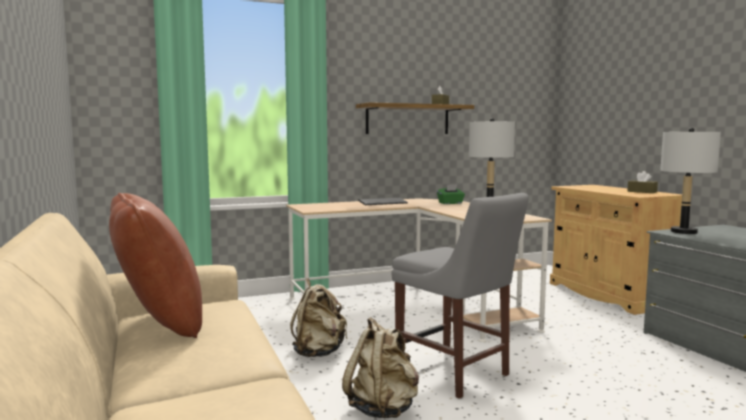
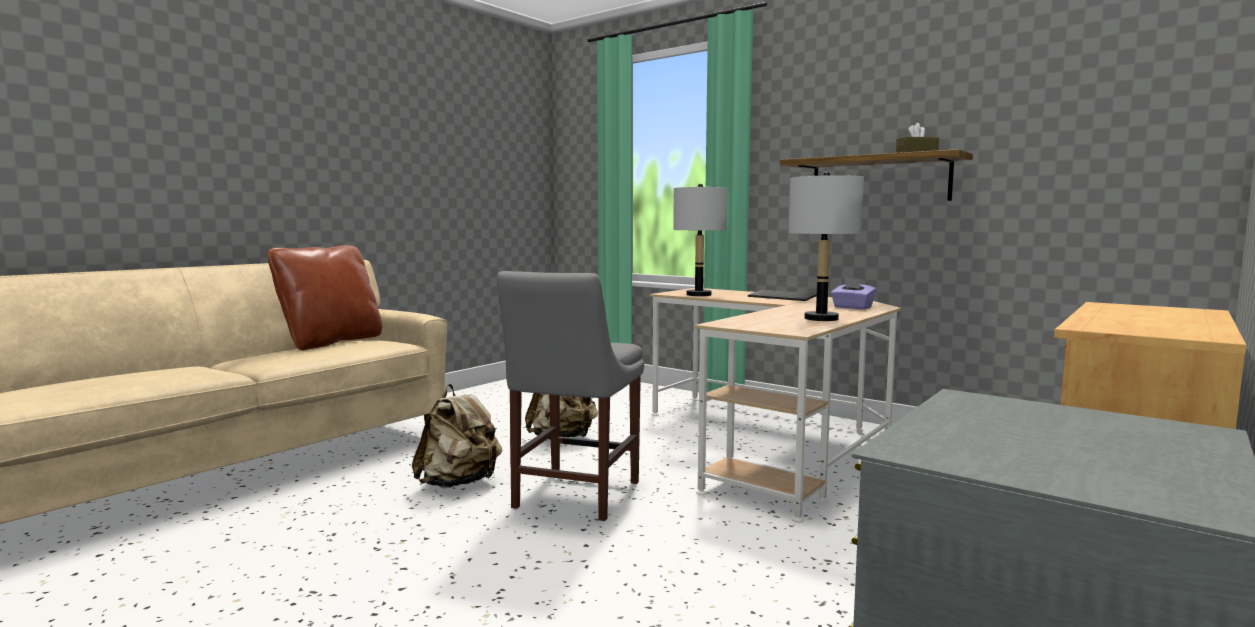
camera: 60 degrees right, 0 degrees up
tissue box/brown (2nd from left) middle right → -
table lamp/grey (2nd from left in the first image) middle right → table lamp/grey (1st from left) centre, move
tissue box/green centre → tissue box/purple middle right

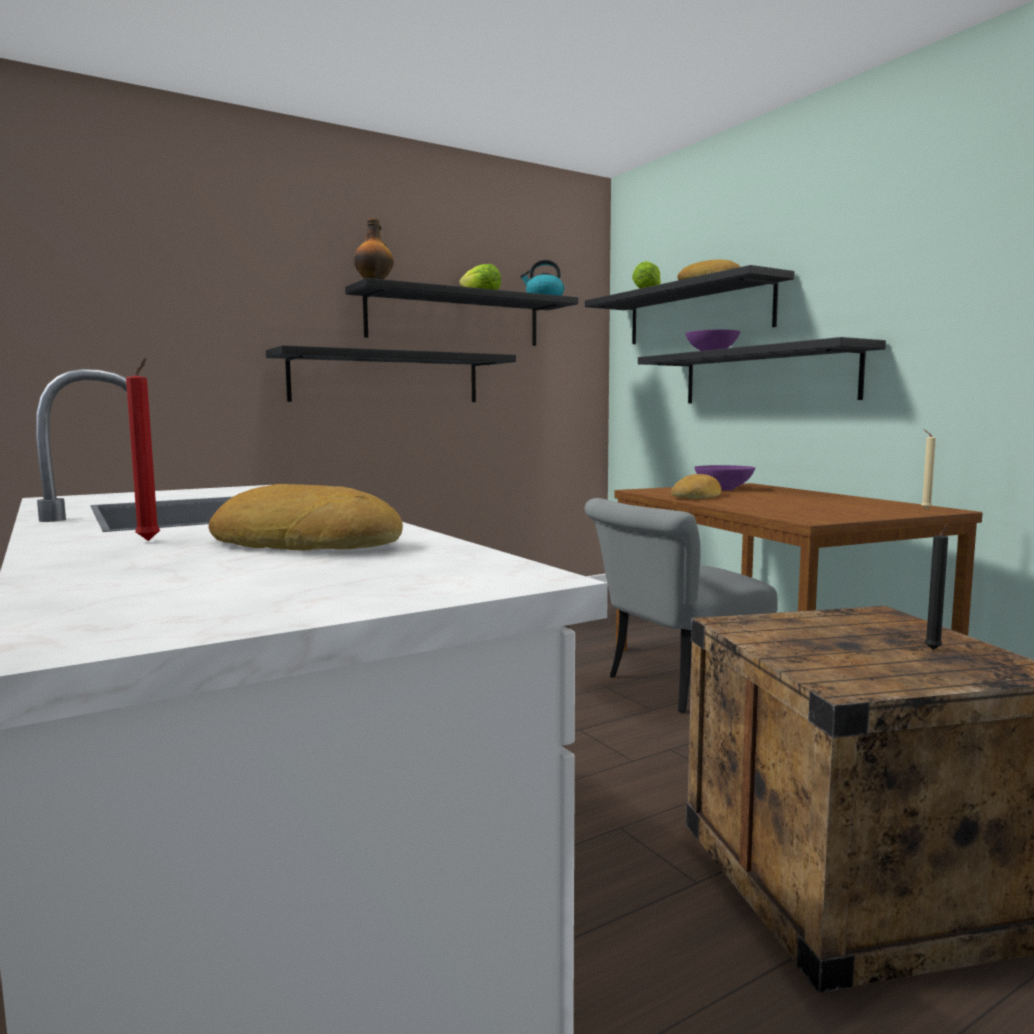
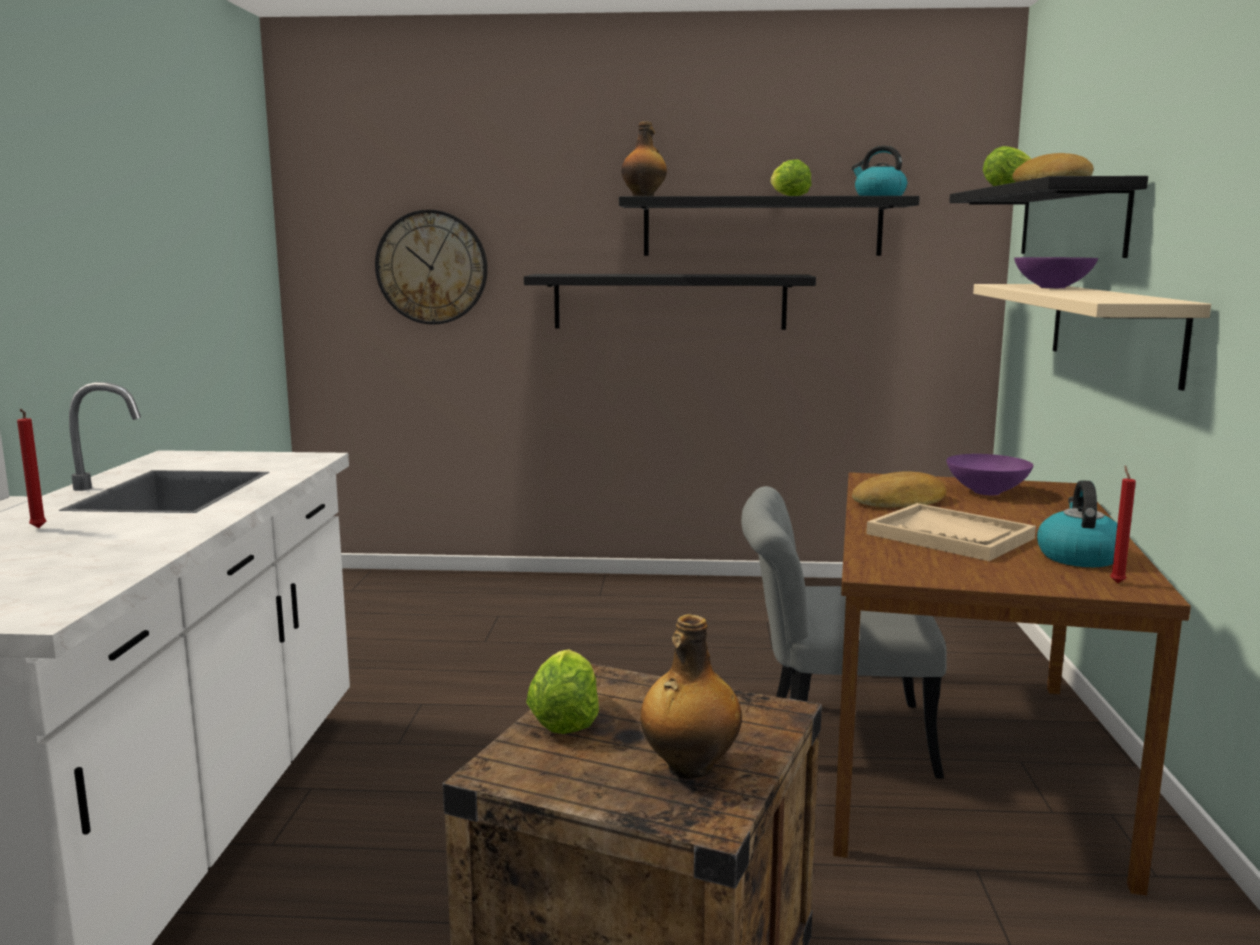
camera: 35 degrees right, 5 degrees up
bread (1st from left) middle left → -
- → wall clock top centre
- → lettuce (1st from left) bottom centre
- → tray/beige middle right
- → kettle (2nd from left) middle right
candle/black middle right → bottle (2nd from left) bottom centre
shelf/black (4th from left) middle right → shelf/beige middle right
candle/beige middle right → candle/red (2nd from left) middle right

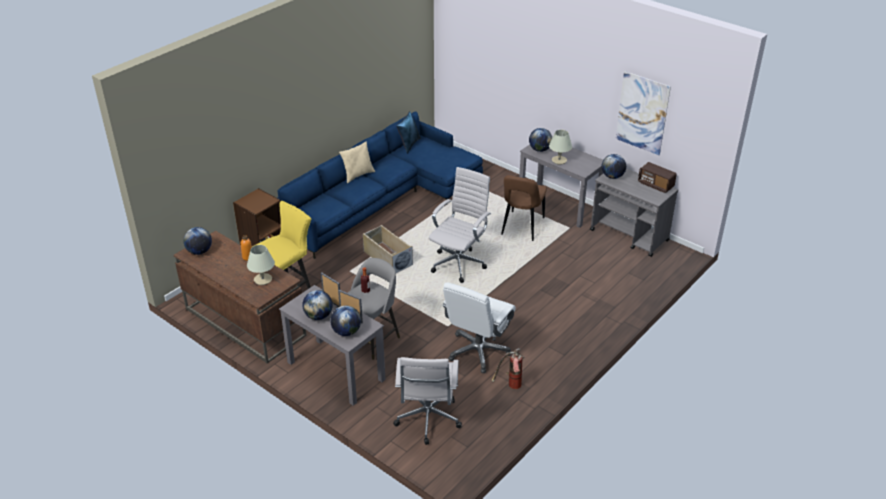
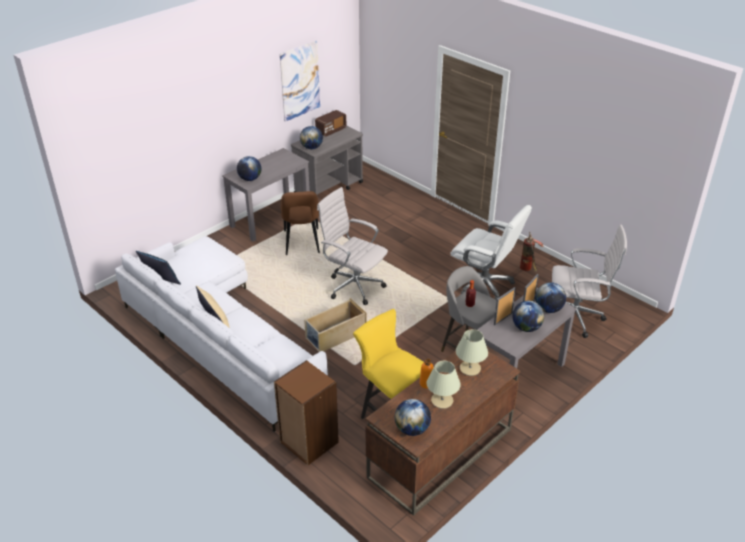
camera: 85 degrees left, 0 degrees up
table lamp/beige (2nd from left in the first image) top centre → table lamp/beige (1st from left) bottom centre, move
sofa/blue centre → sofa/white middle left
chair/brown centre, 60 degrees clockwise

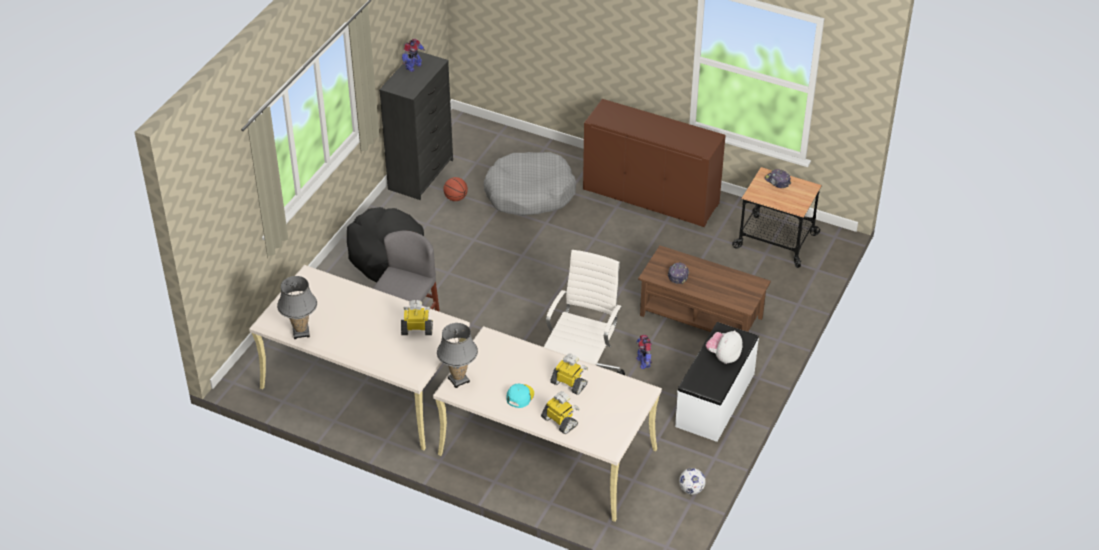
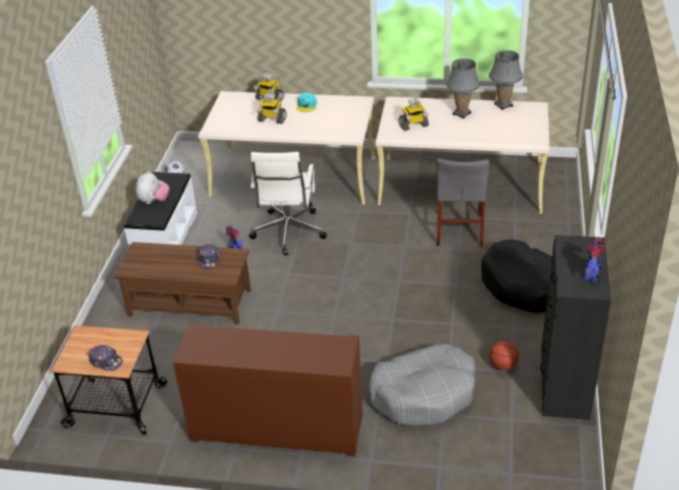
camera: 165 degrees right, 5 degrees down
table lamp/grey (2nd from left in the first image) centre → table lamp/grey (1st from left) top right, move

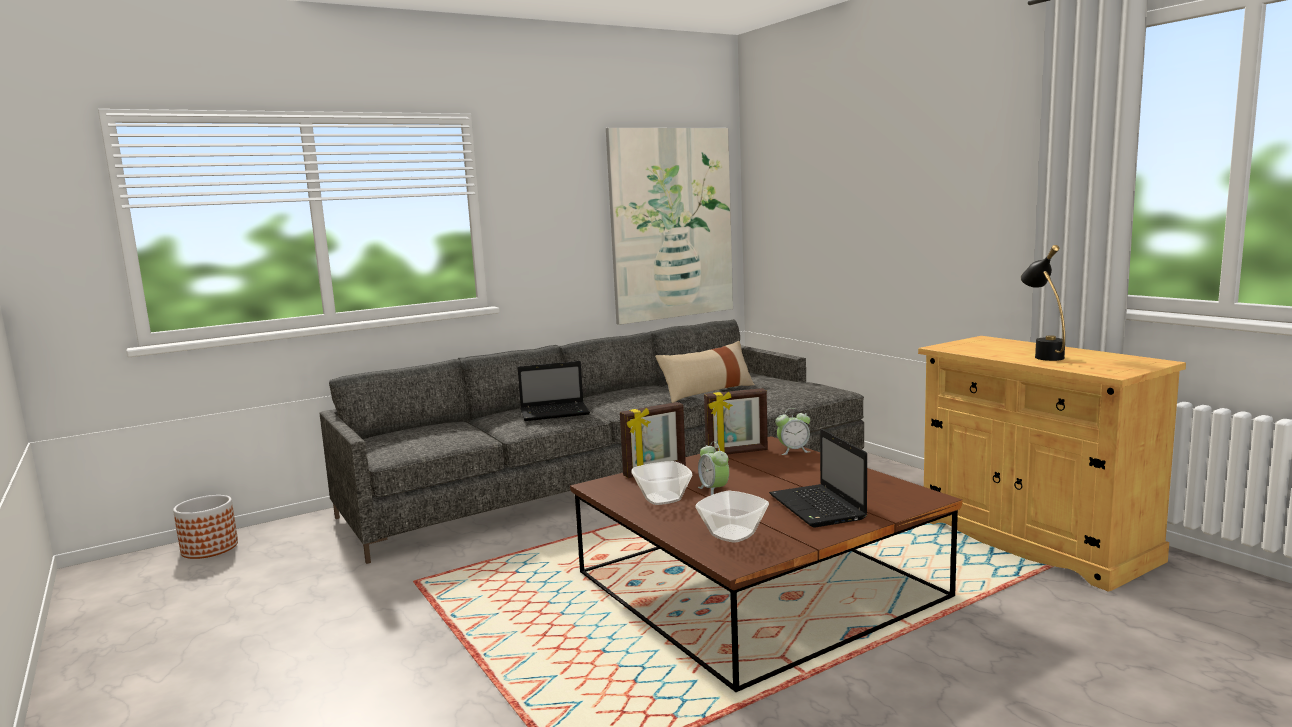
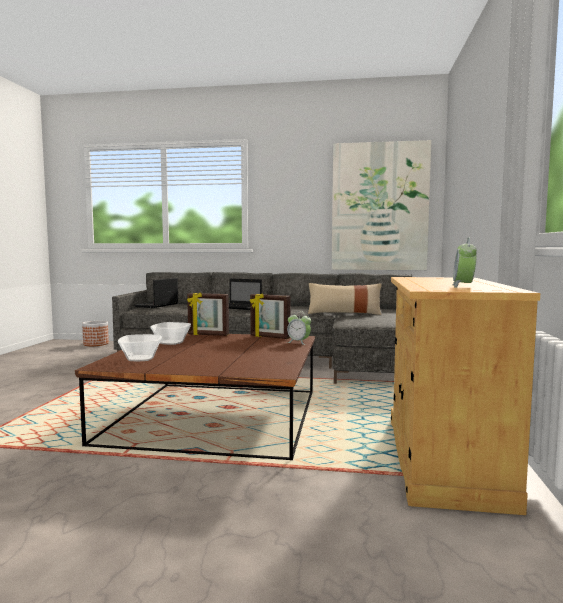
camera: 40 degrees right, 5 degrees down
table lamp/black middle right → -
alarm clock (1st from left in the first image) centre → alarm clock (2nd from left) middle right, move
laptop (2nd from left in the first image) centre → laptop (1st from left) middle left, move

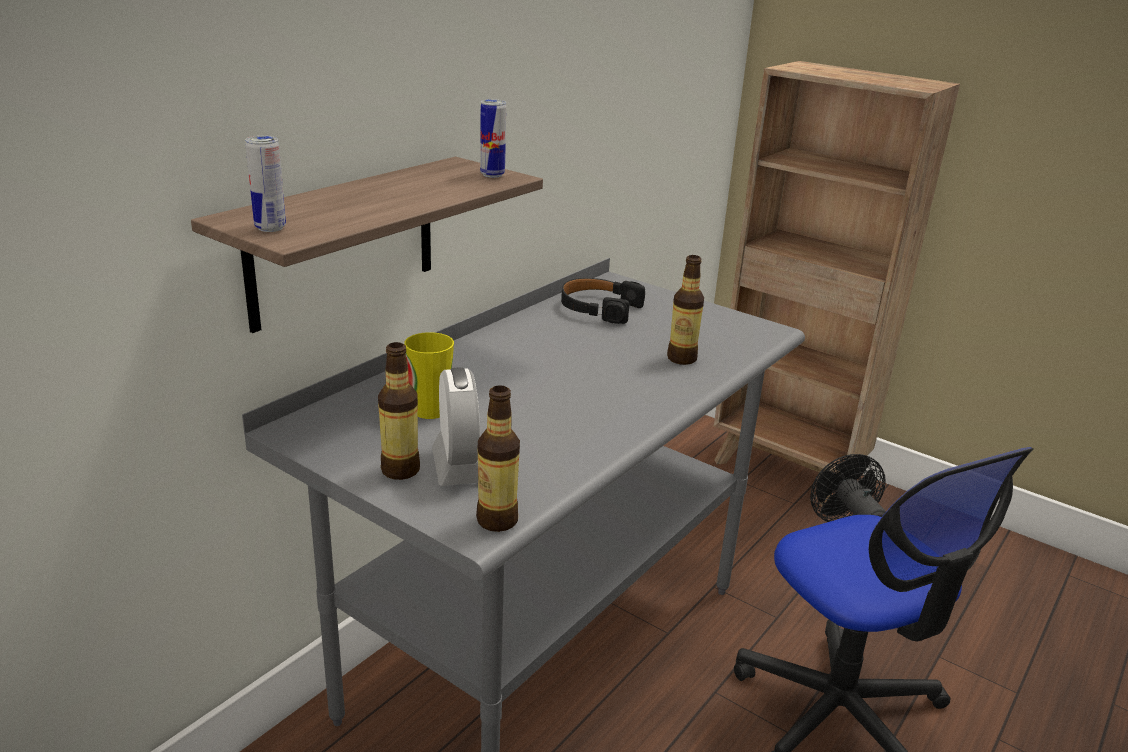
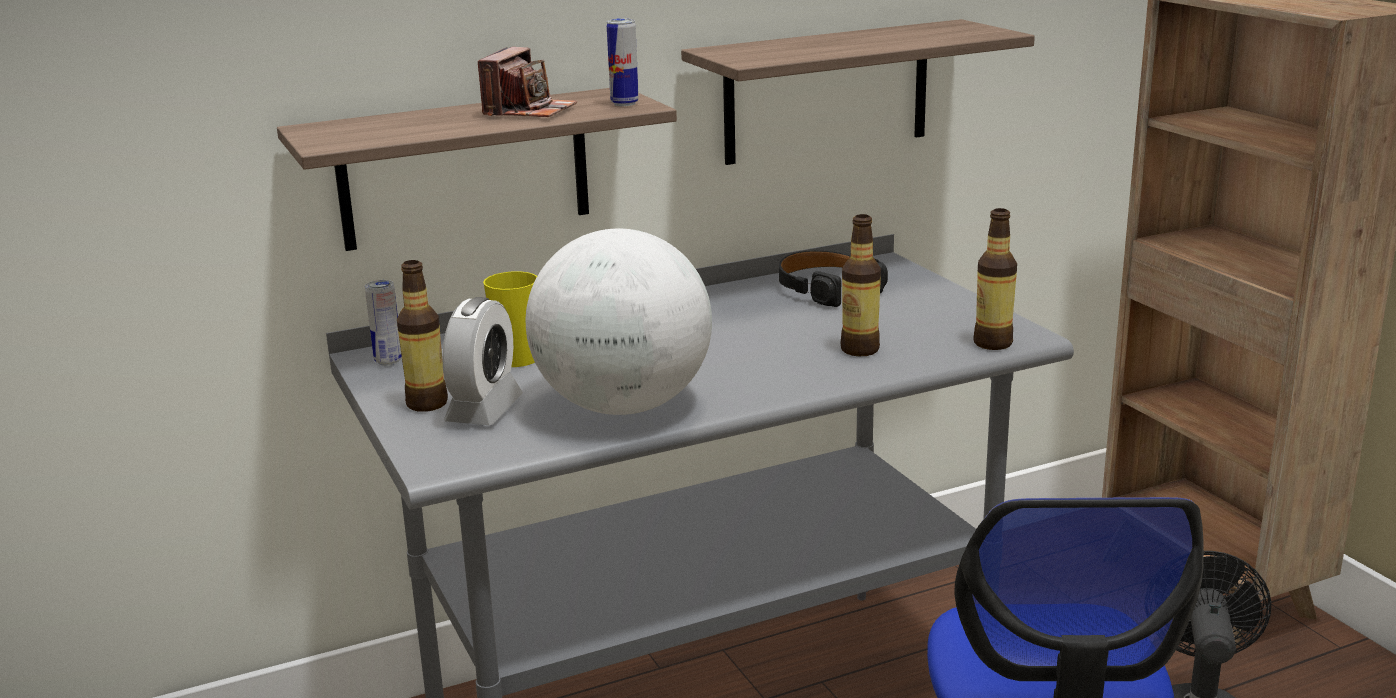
camera: 30 degrees right, 5 degrees down
- → photo camera top centre
- → globe centre
- → shelf (2nd from left) top centre
can (1st from left) top left → can (1st from left) middle left, move
bottle (2nd from left in the first image) centre → bottle (3rd from left) middle right, move

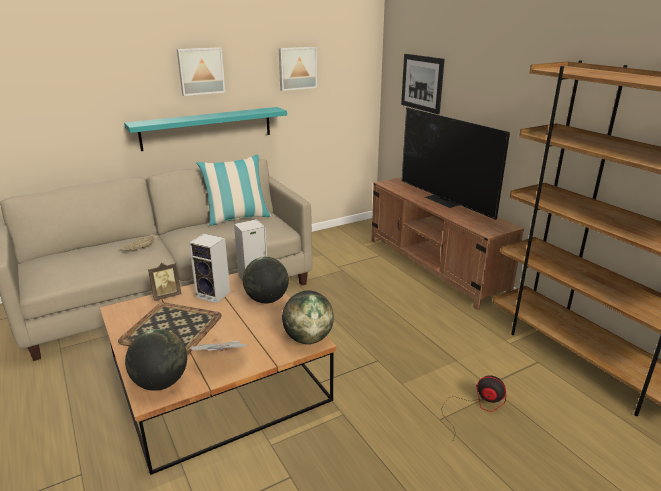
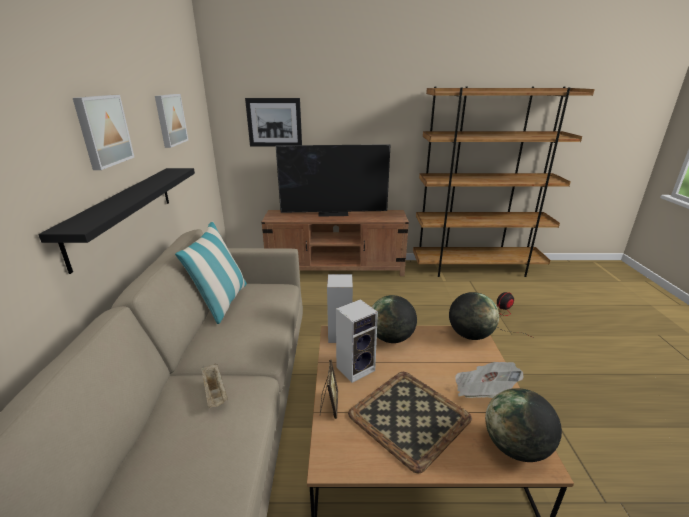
camera: 60 degrees left, 0 degrees up
shelf/turquoise top left → shelf/black middle left

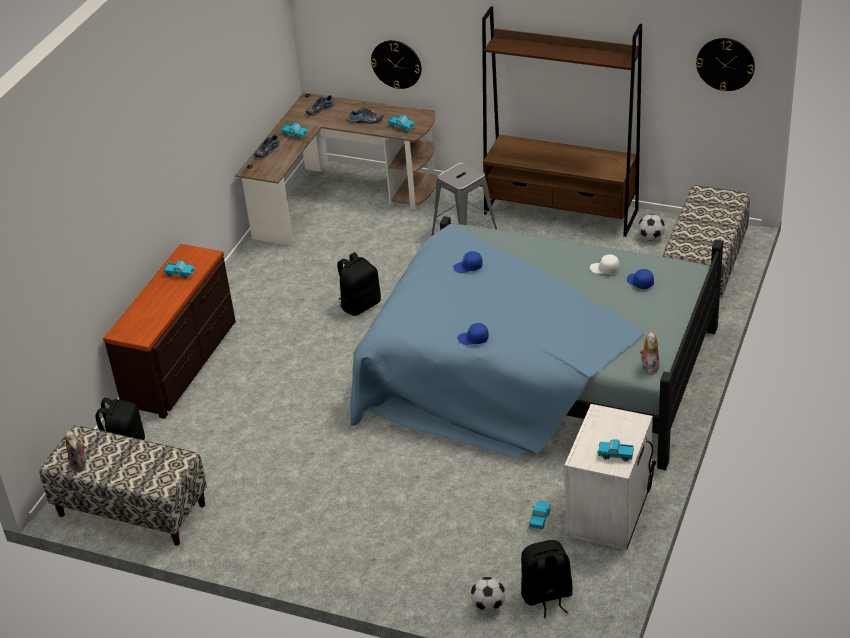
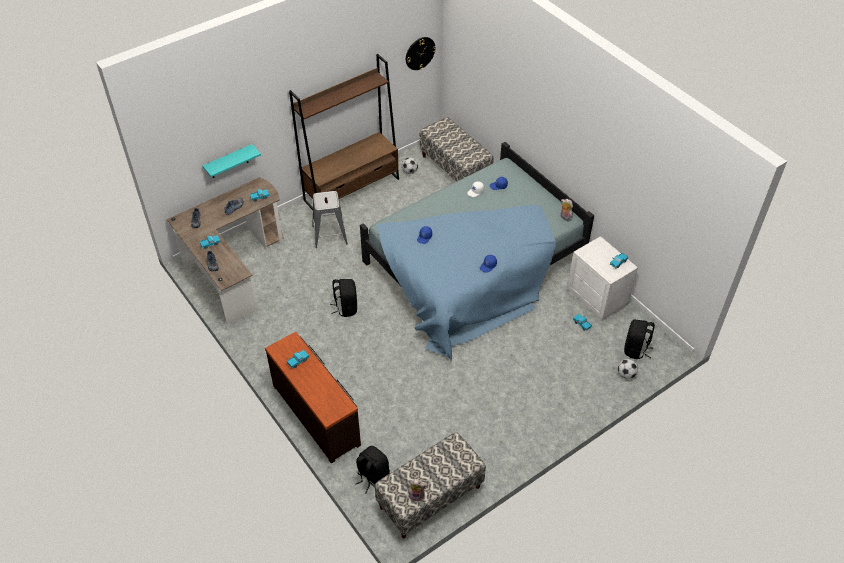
camera: 60 degrees left, 10 degrees up
wall clock (1st from left) top centre → shelf/turquoise top left

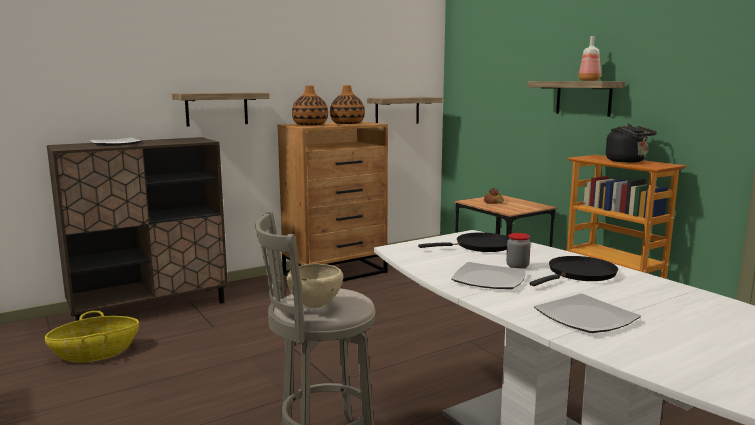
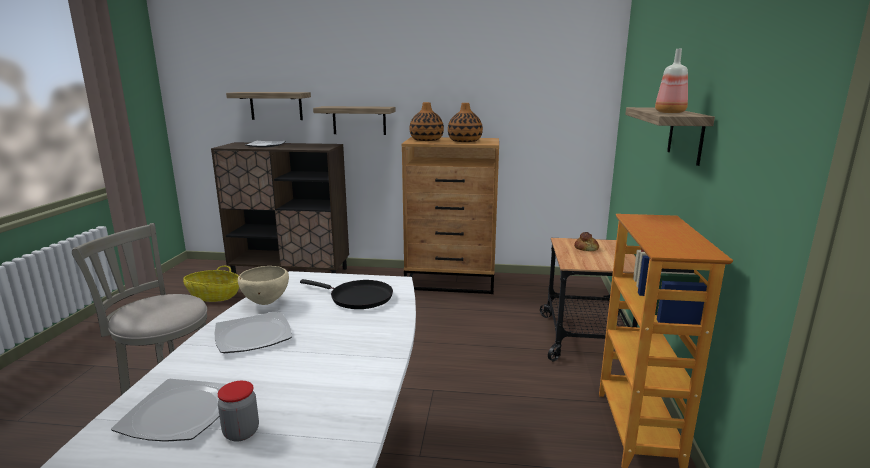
camera: 40 degrees right, 5 degrees up
frying pan/black (2nd from left) middle right → -
kettle/black middle right → -
bowl/beige bottom centre → bowl/beige middle left, move
shelf (2nd from left in the first image) top centre → shelf (1st from left) top left, move
jar middle right → jar bottom left, move

